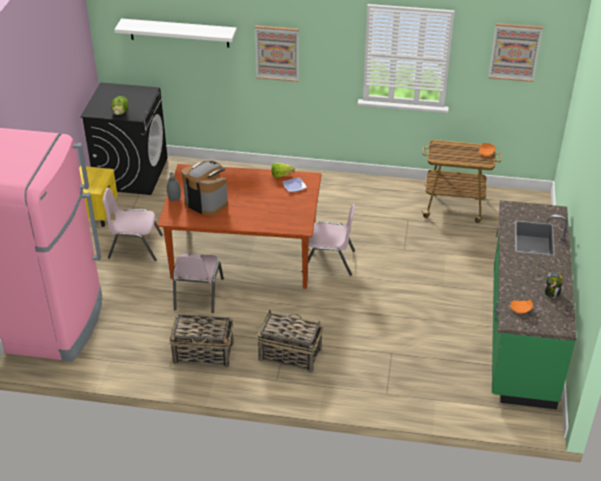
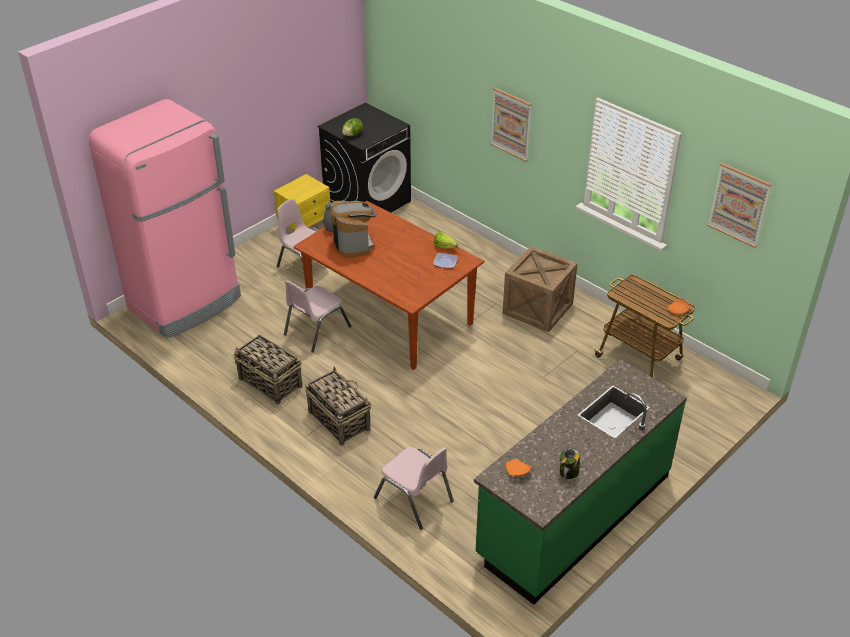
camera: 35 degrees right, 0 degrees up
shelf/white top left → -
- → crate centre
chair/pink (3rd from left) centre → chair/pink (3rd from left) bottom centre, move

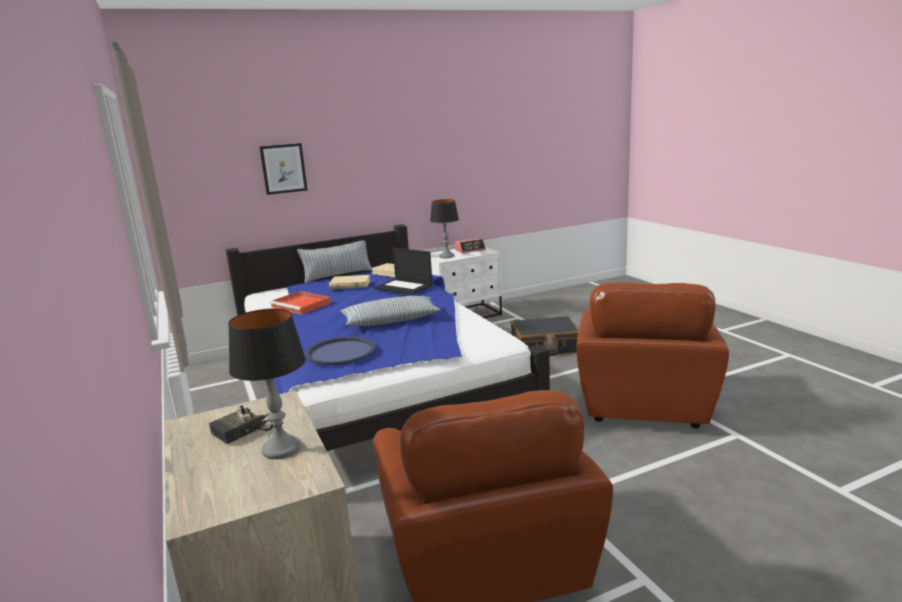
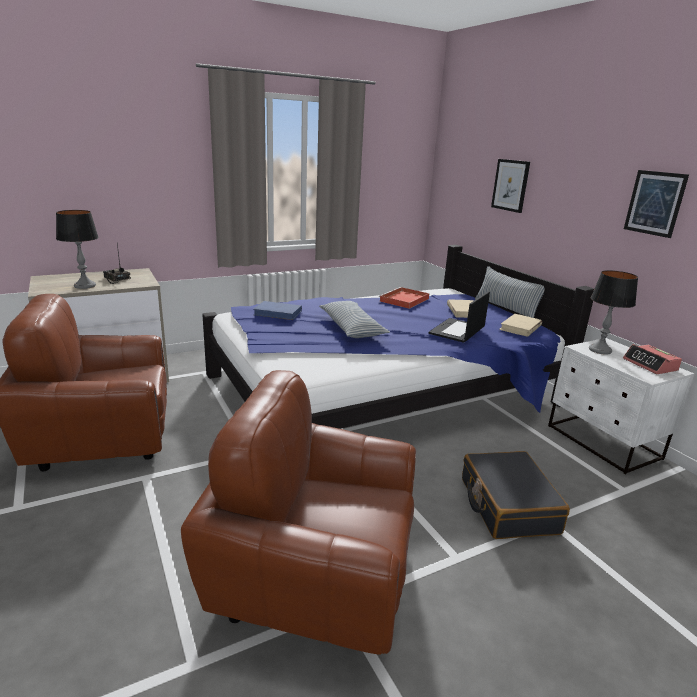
camera: 85 degrees right, 5 degrees up
- → picture (2nd from left) top right
tray/blue centre → book/blue centre

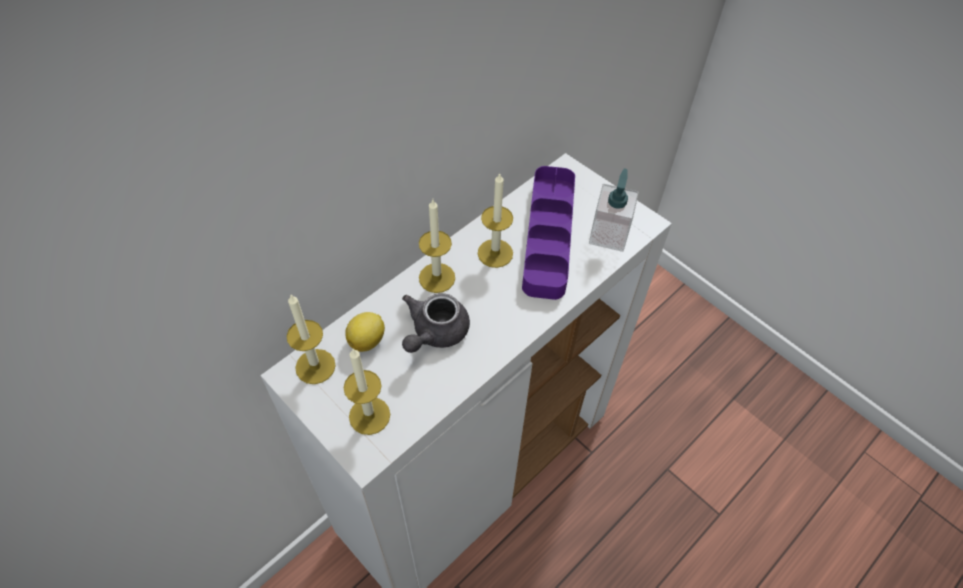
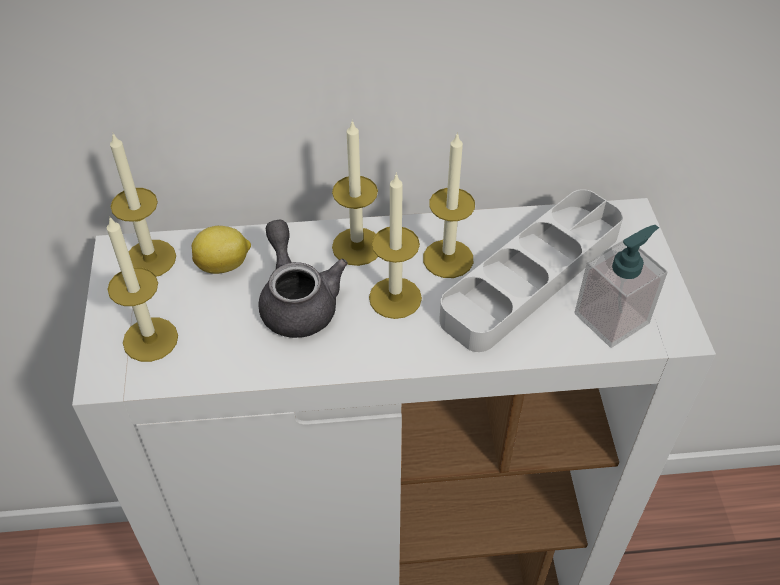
camera: 40 degrees right, 5 degrees down
- → candle (4th from left) centre
tray/purple centre → tray/grey middle right
teapot/grey centre, 90 degrees clockwise

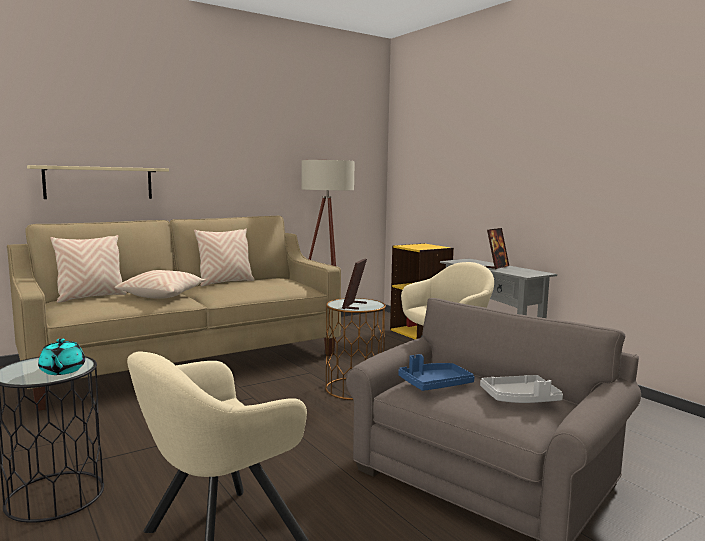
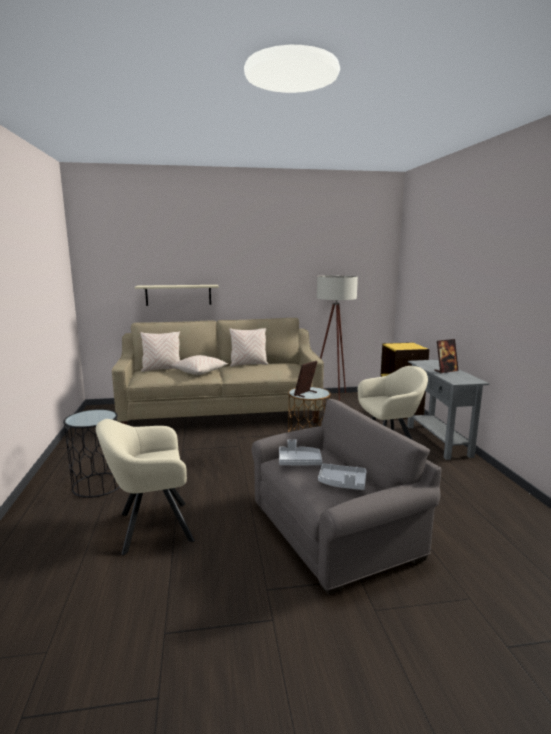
camera: 25 degrees right, 5 degrees up
teapot/turquoise middle left → -
tray/blue bottom centre → tray/grey (1st from left) centre

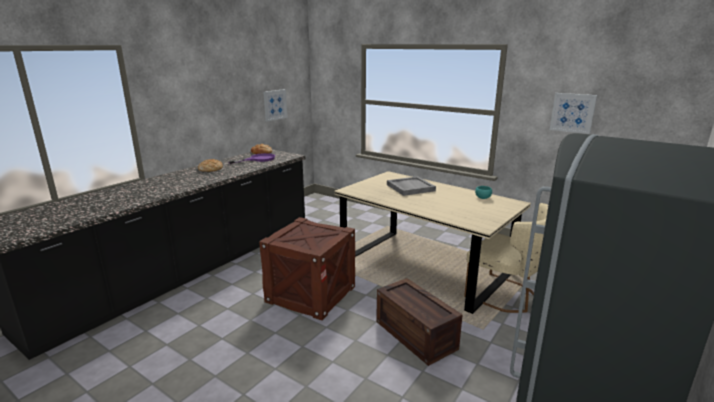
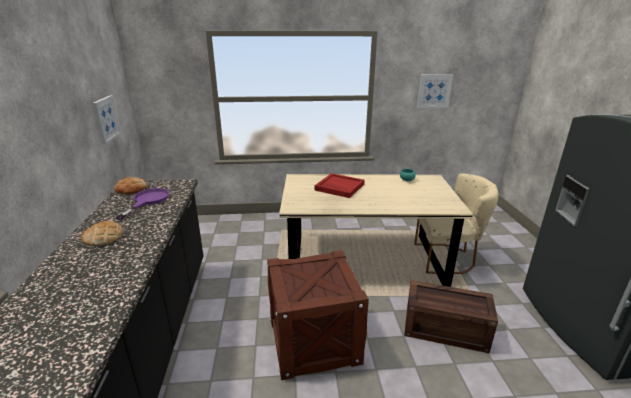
camera: 40 degrees left, 5 degrees up
tray/grey centre → tray/red centre

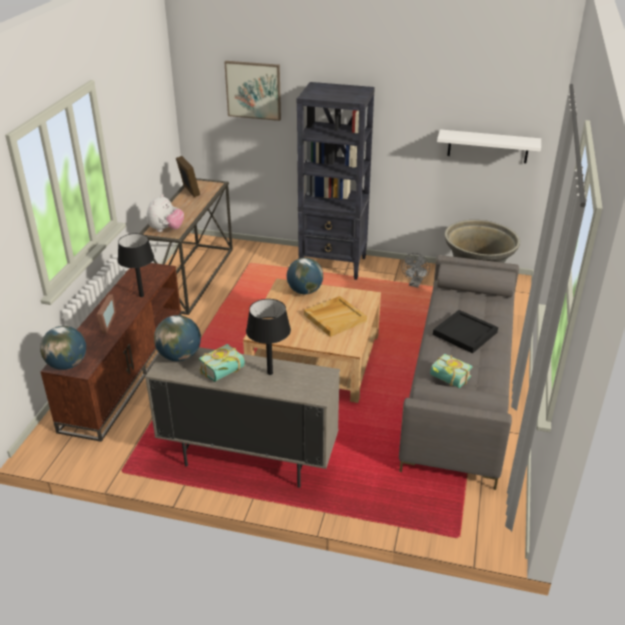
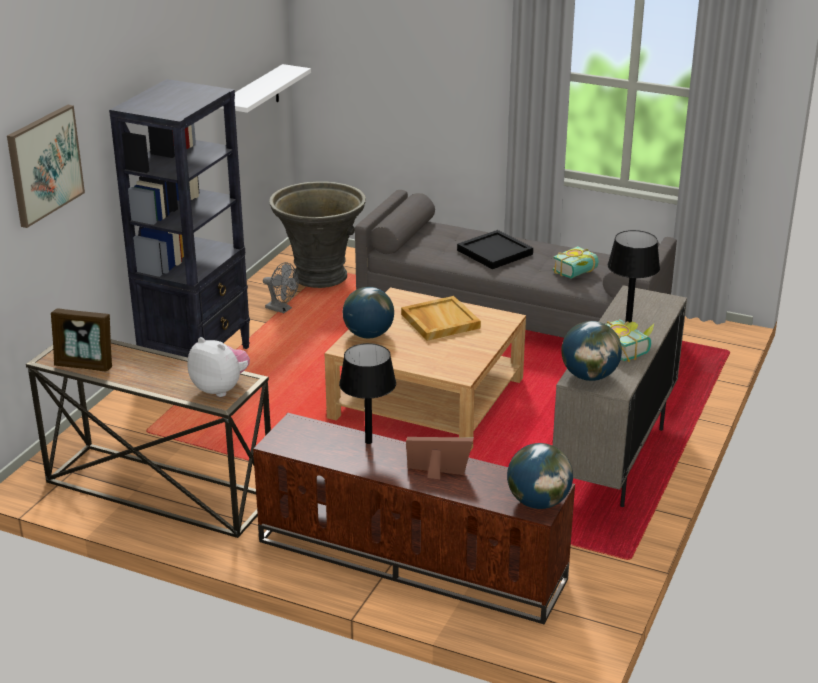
camera: 80 degrees left, 5 degrees down
picture frame (2nd from left in the first image) top left → picture frame (1st from left) middle left, 150 degrees counterclockwise

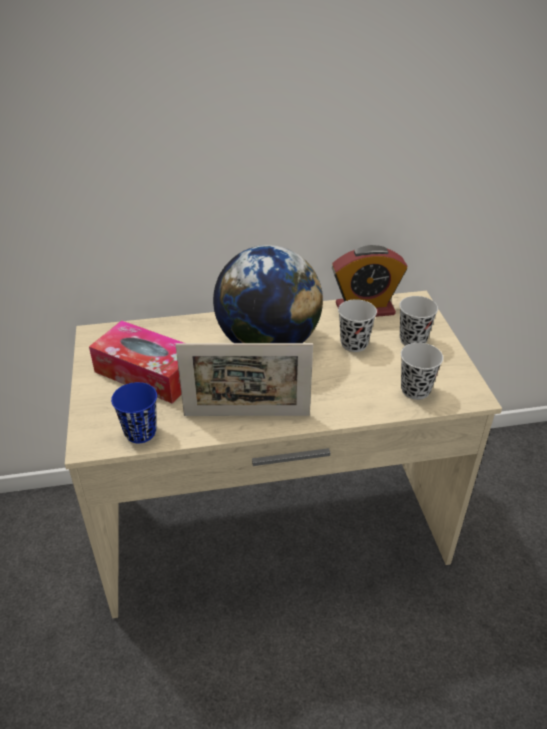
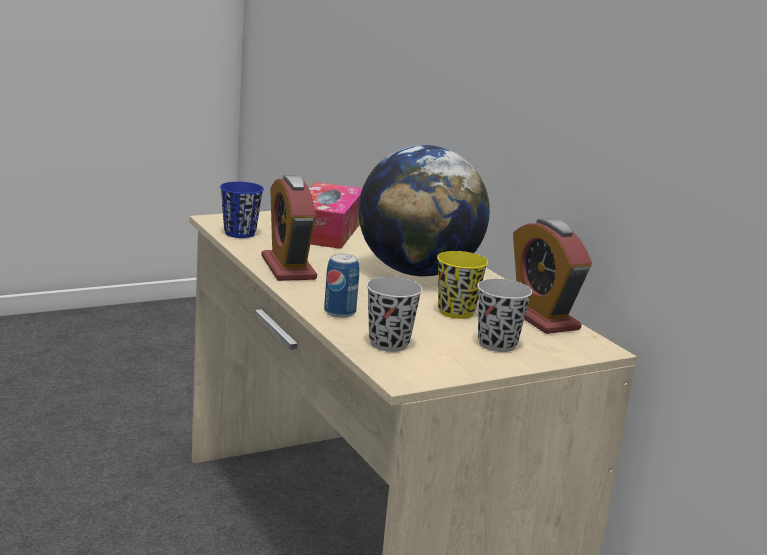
camera: 70 degrees right, 20 degrees down
- → can centre
picture frame centre → alarm clock (1st from left) centre
cup/black (1st from left) centre → cup/yellow centre

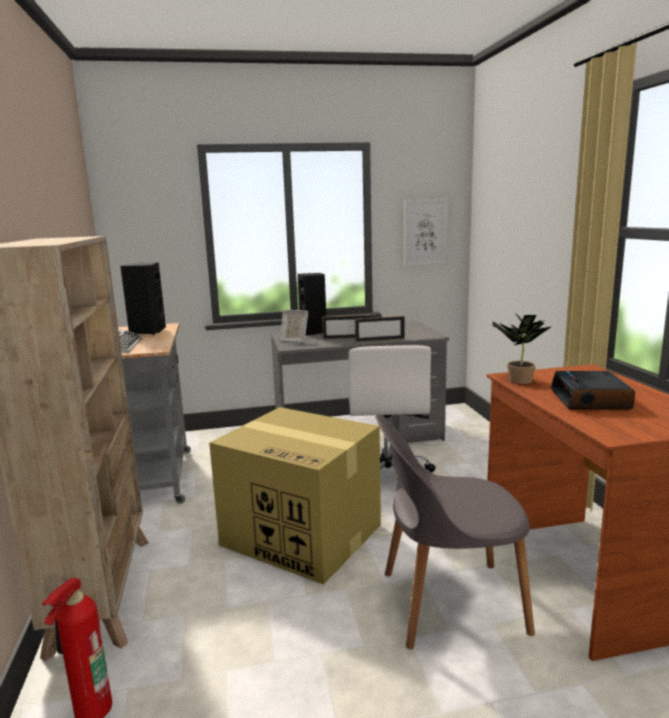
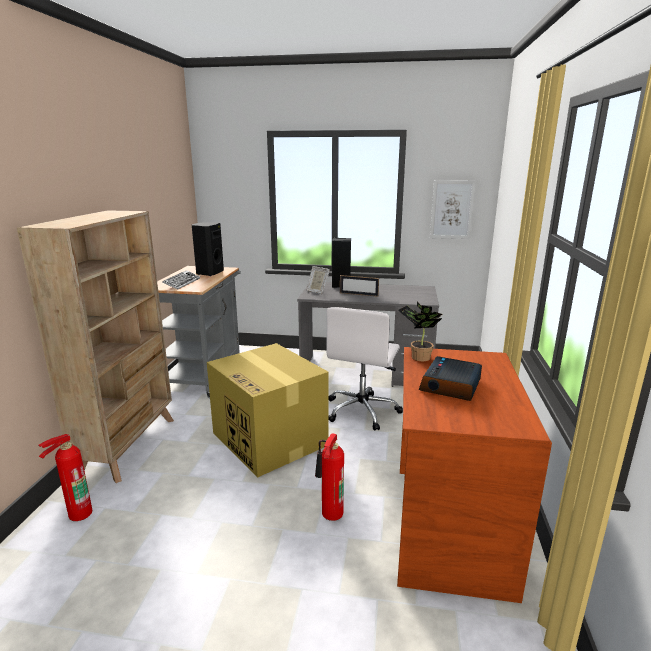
camera: 20 degrees right, 5 degrees up
picture frame (3rd from left) centre → -
chair/grey bottom right → fire extinguisher (2nd from left) bottom centre

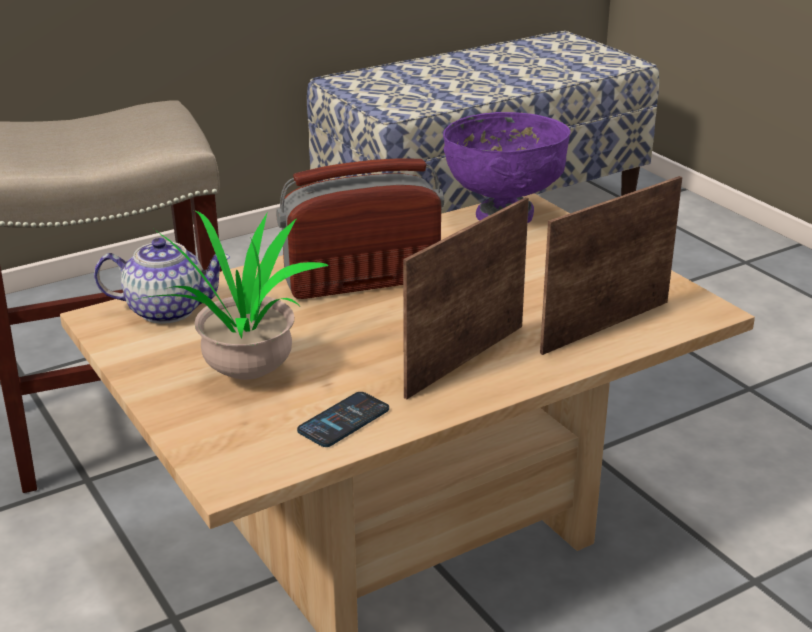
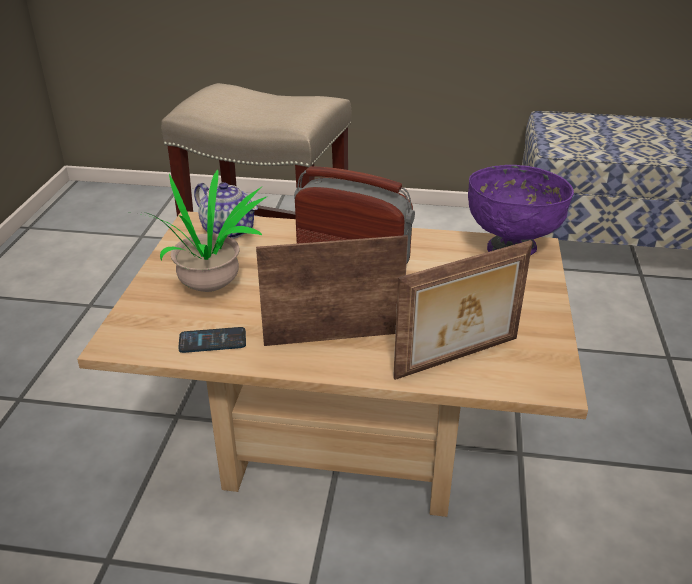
camera: 40 degrees right, 5 degrees up
picture frame (2nd from left) middle right, 150 degrees clockwise

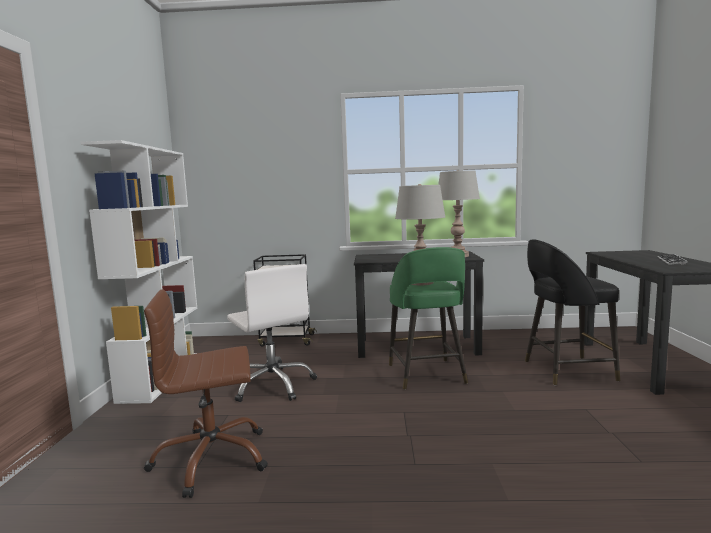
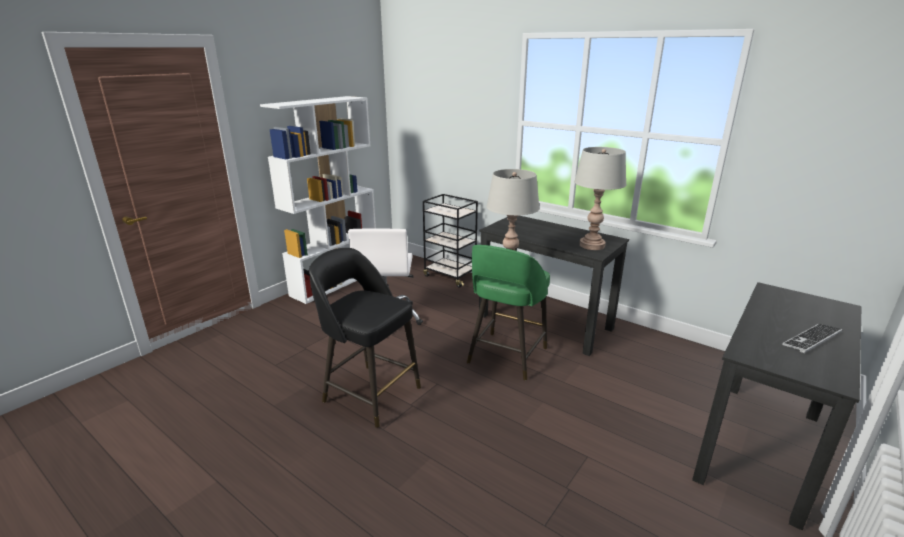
camera: 35 degrees right, 15 degrees up
office chair/brown bottom left → -
stool/black middle right → stool/black centre, move

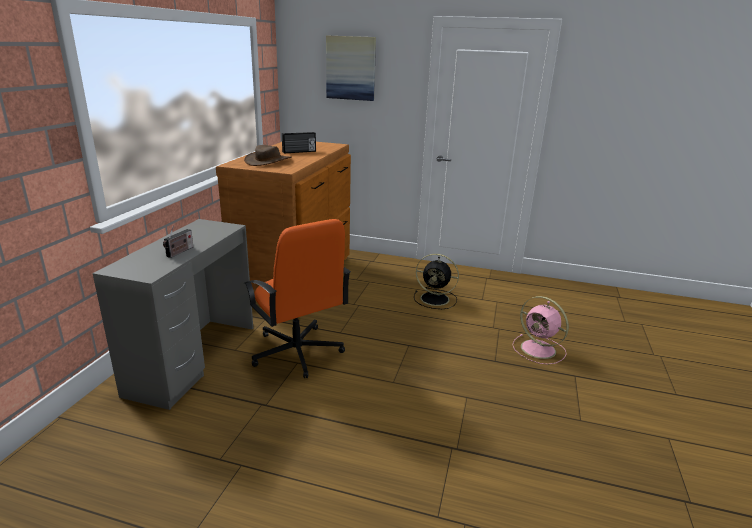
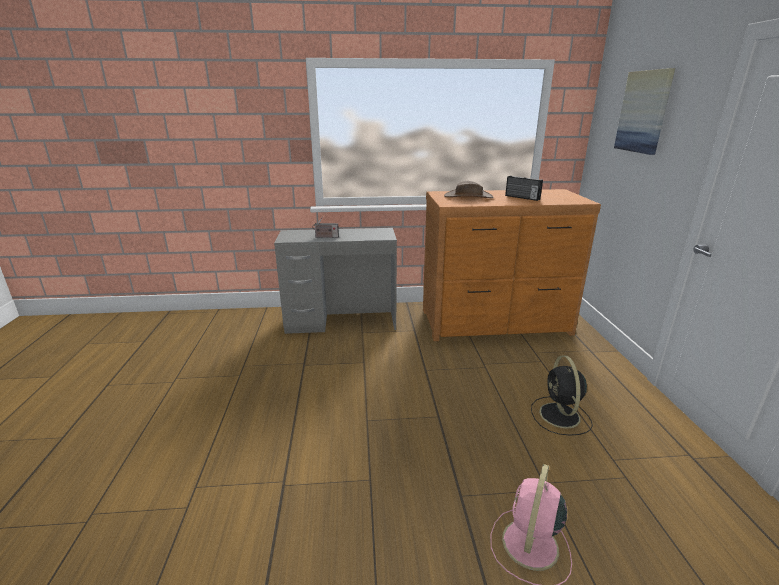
camera: 70 degrees right, 0 degrees up
office chair/orange centre → -

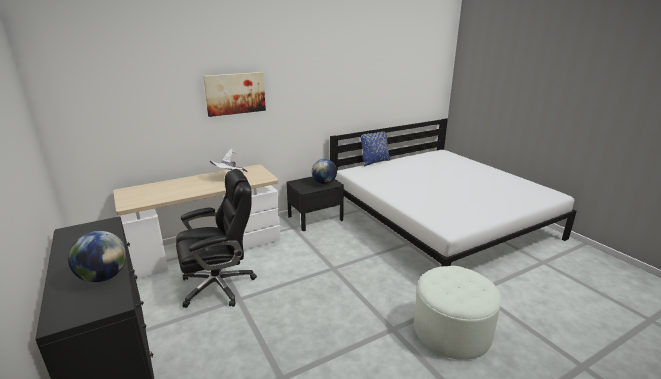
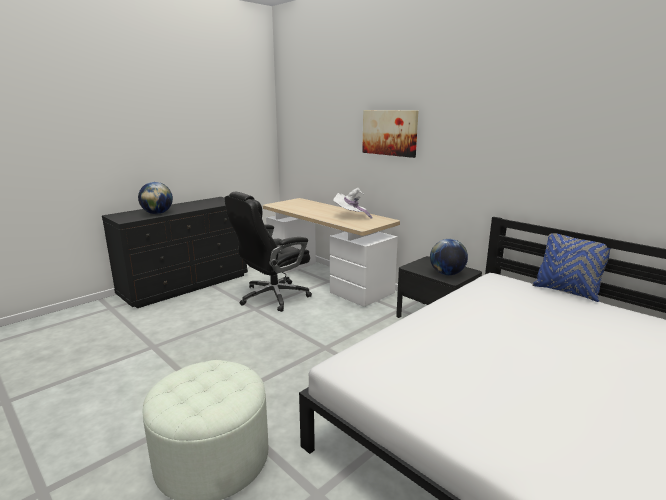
camera: 75 degrees right, 5 degrees down
office chair/black middle left → office chair/black centre, 90 degrees clockwise

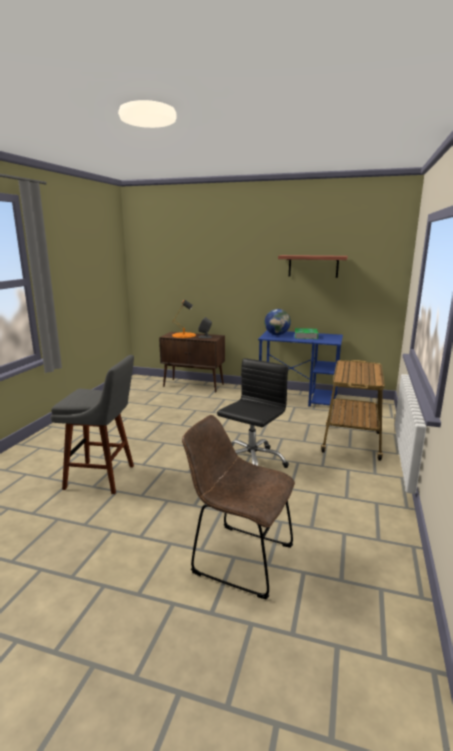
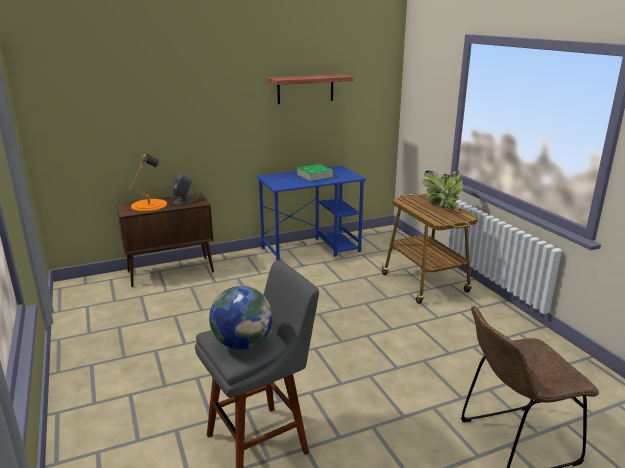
camera: 40 degrees left, 5 degrees up
office chair/black centre → -
- → potted plant middle right
globe centre → globe bottom centre, move

